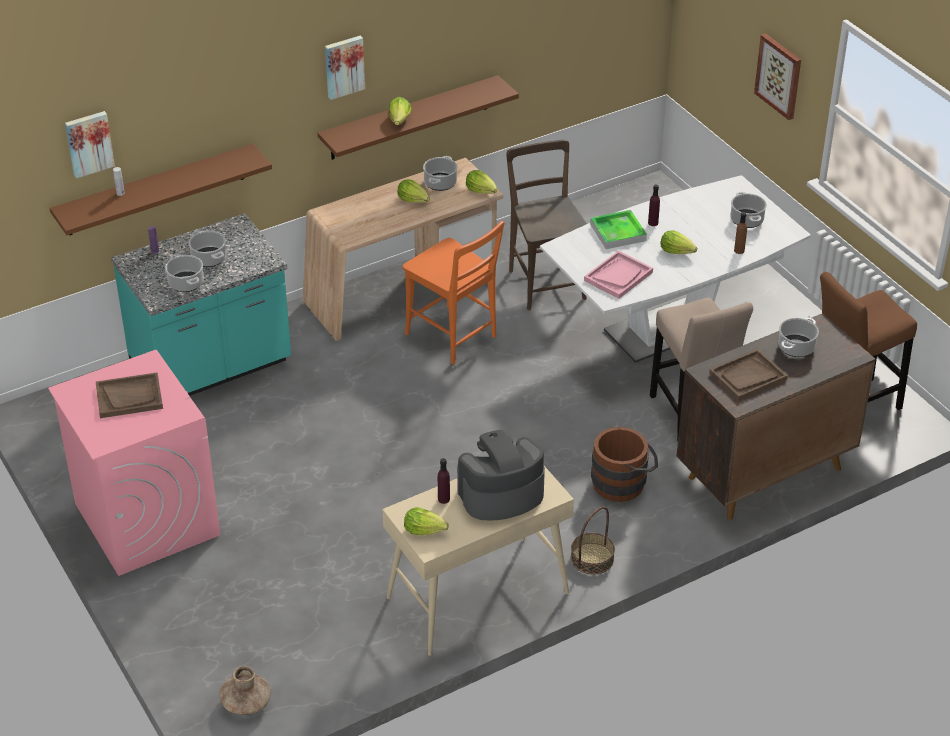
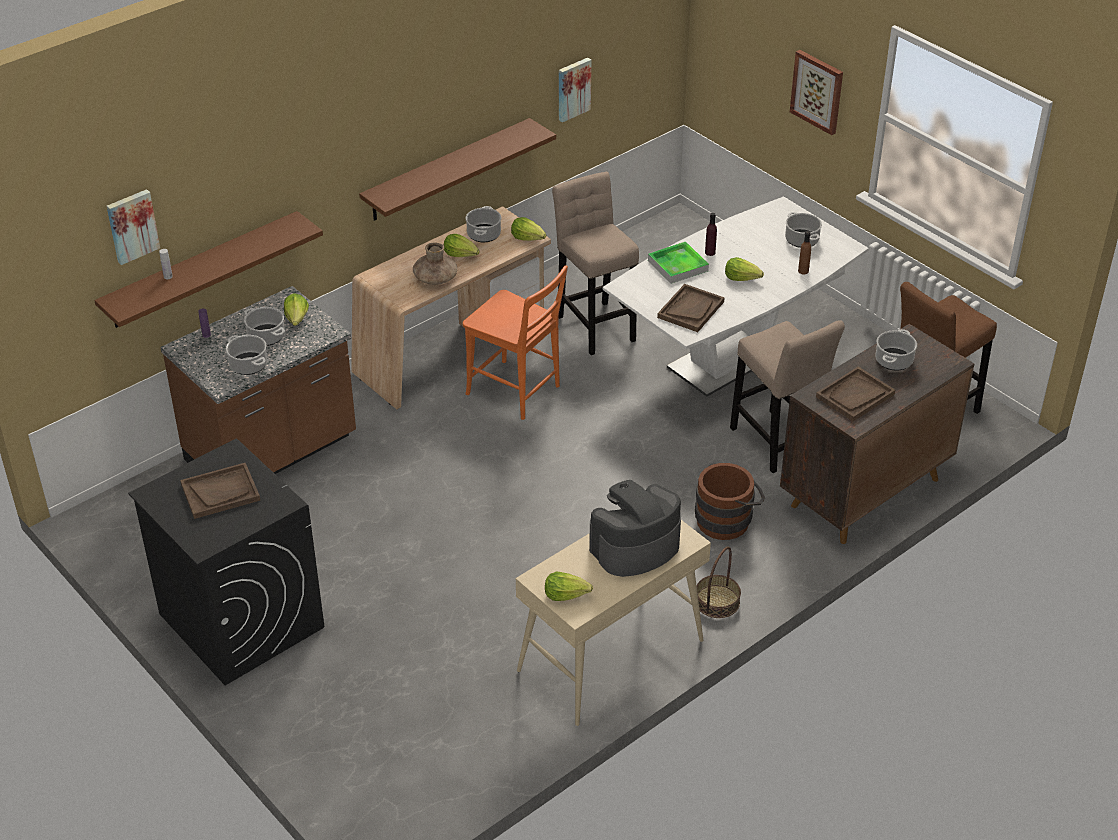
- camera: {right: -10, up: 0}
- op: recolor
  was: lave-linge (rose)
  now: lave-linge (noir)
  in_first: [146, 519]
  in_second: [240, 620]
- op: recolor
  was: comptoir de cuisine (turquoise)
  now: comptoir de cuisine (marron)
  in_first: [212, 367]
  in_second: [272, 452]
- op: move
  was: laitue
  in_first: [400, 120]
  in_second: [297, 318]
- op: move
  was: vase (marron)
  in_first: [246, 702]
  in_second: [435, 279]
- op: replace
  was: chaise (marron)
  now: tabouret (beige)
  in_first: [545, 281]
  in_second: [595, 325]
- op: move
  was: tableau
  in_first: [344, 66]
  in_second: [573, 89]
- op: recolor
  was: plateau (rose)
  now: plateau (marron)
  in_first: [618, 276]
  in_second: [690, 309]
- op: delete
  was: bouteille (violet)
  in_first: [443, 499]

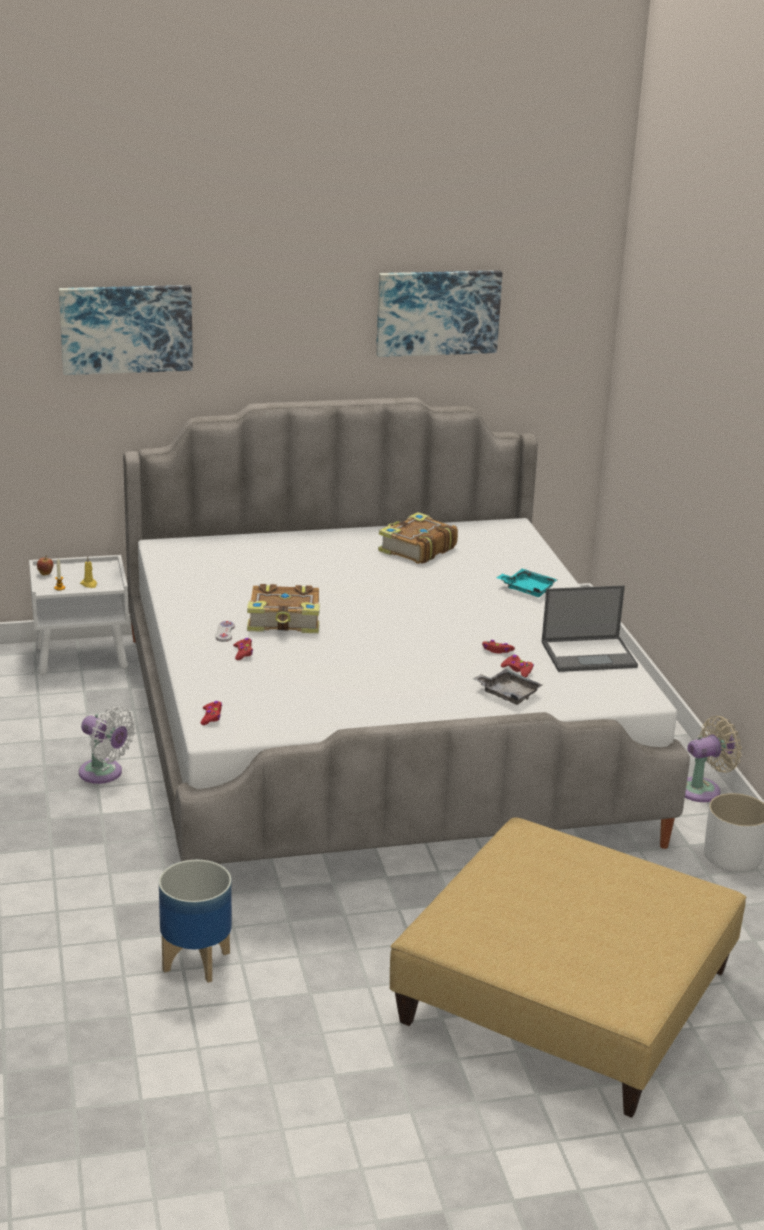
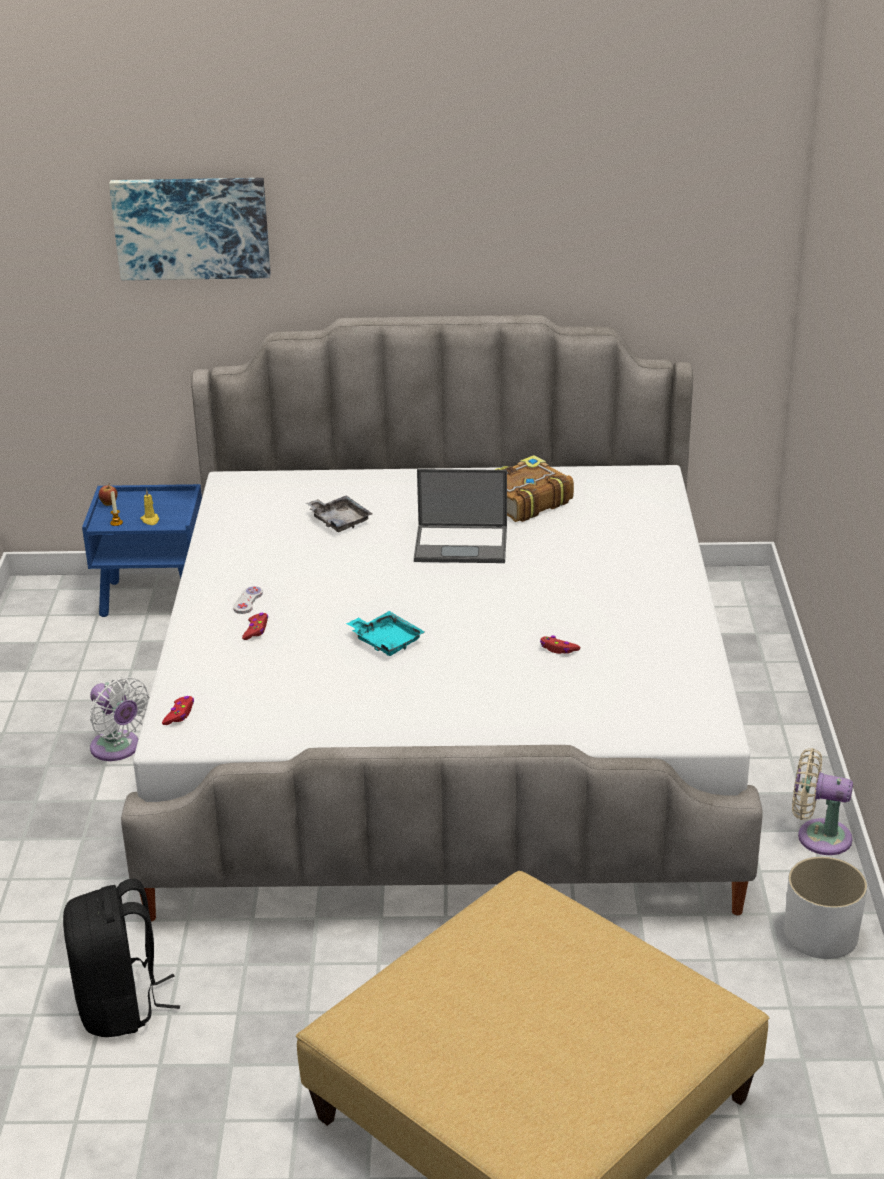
- camera: {right: 15, up: 5}
- op: replace
  was: cache-pot
  now: sac à dos (noir)
  in_first: [197, 961]
  in_second: [121, 1006]
- op: recolor
  was: table de chevet (blanc)
  now: table de chevet (bleu)
  in_first: [82, 657]
  in_second: [155, 598]
- op: move
  was: plateau (gris)
  in_first: [507, 693]
  in_second: [339, 521]
- op: move
  was: plateau (turquoise)
  in_first: [527, 589]
  in_second: [386, 641]
- op: move
  was: ordinateur portable
  in_first: [589, 654]
  in_second: [462, 544]
- op: rotate
  was: ventilateur (beige)
  in_first: [703, 789]
  in_second: [818, 836]
  clockwise: -150
- op: delete
  was: livre
  in_first: [285, 621]
- op: delete
  was: tableau
  in_first: [437, 312]
- op: delete
  was: manette (rouge)
  in_first: [518, 670]

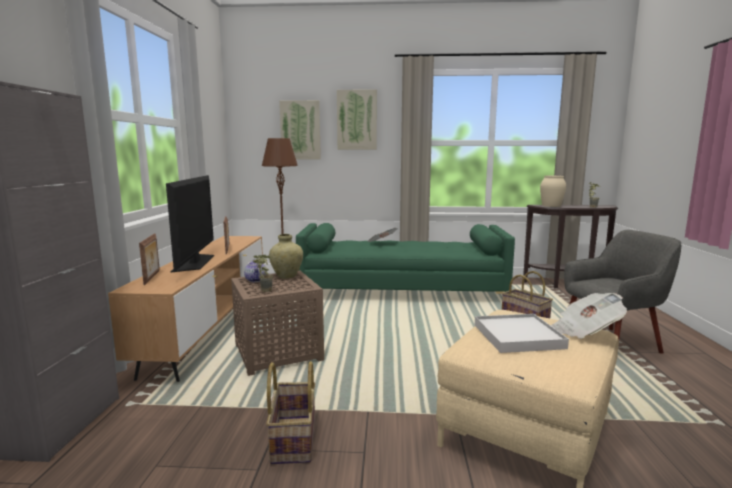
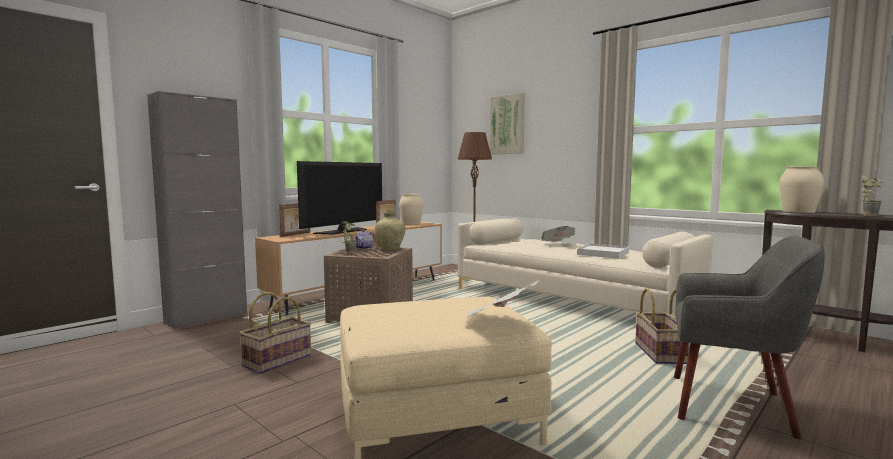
- camera: {right: 40, up: -5}
- op: insert
  now: vase (beige)
  in_second: [411, 224]
- op: recolor
  was: canapé (vert)
  now: canapé (beige)
  in_first: [402, 290]
  in_second: [571, 300]
- op: move
  was: plateau (blanc)
  in_first: [518, 336]
  in_second: [603, 253]
- op: delete
  was: tableau
  in_first: [357, 120]

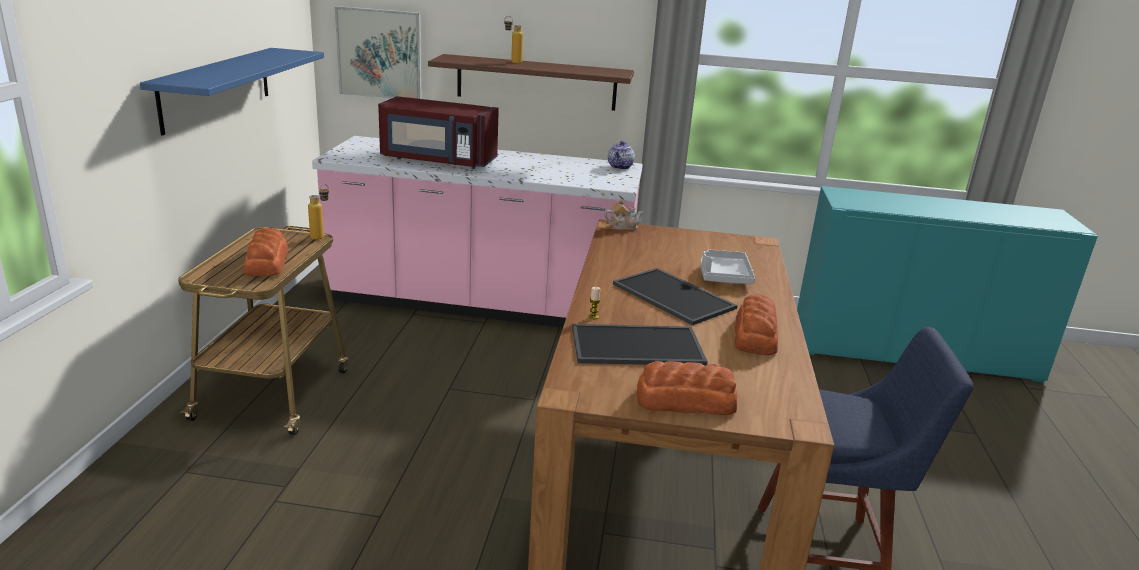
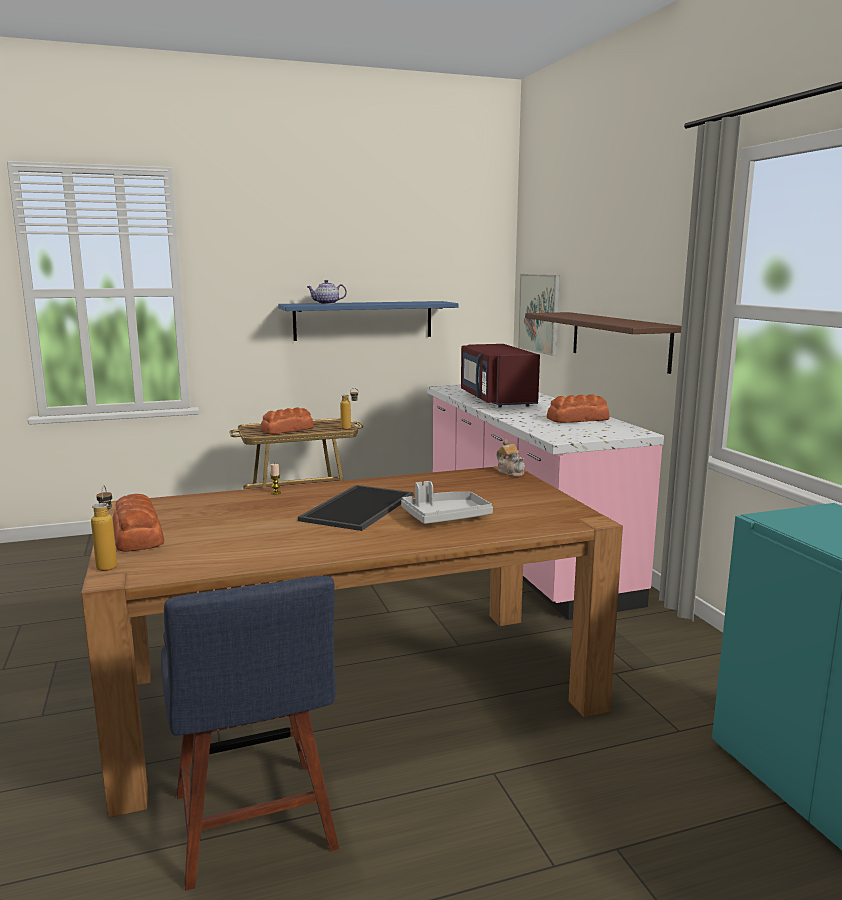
- camera: {right: 65, up: -10}
- op: move
  was: bouteille
  in_first: [512, 62]
  in_second: [108, 564]
- op: move
  was: théière
  in_first: [620, 167]
  in_second: [326, 303]
- op: move
  was: pain
  in_first: [756, 335]
  in_second: [578, 419]
- op: delete
  was: plateau
  in_first: [636, 347]

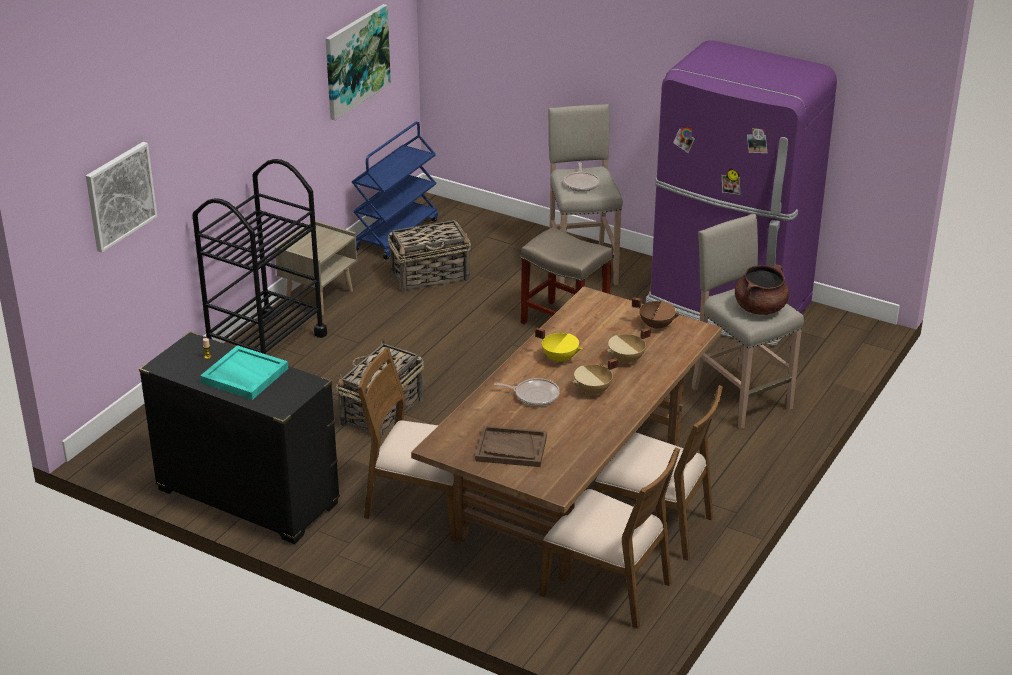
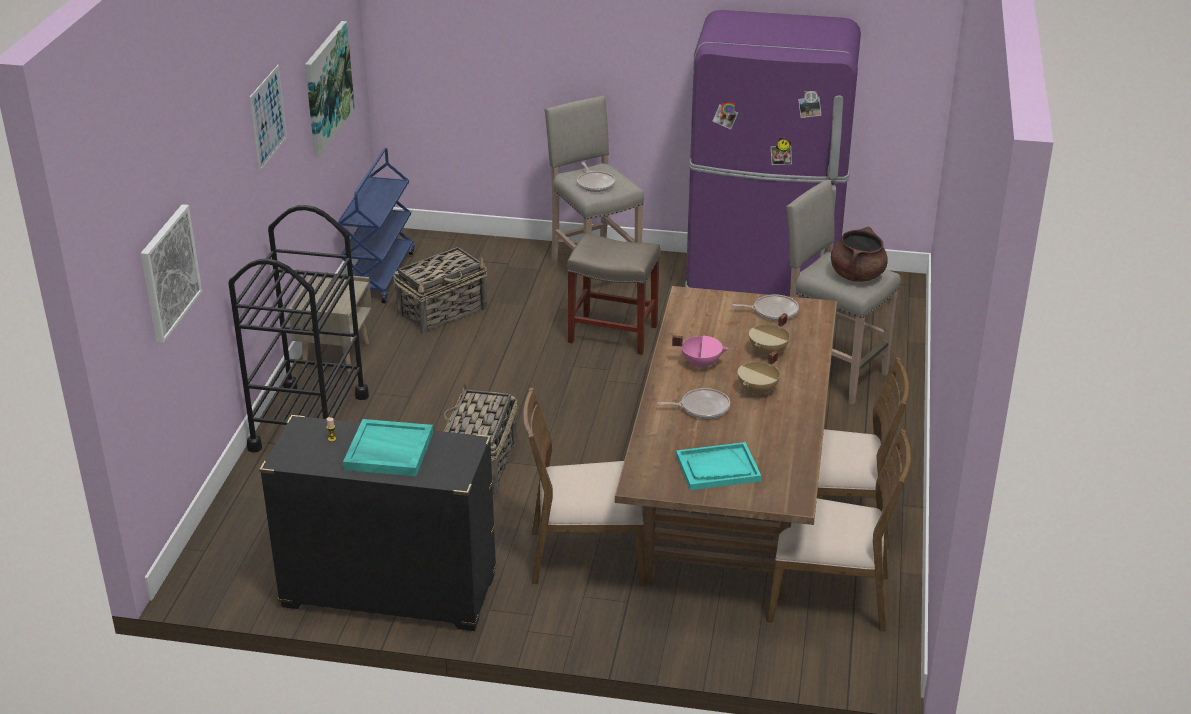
- camera: {right: -20, up: 0}
- op: insert
  now: tableau
  in_second: [268, 117]
- op: recolor
  was: marmite (jaune)
  now: marmite (rose)
  in_first: [560, 358]
  in_second: [701, 363]
- op: recolor
  was: plateau (marron)
  now: plateau (turquoise)
  in_first: [511, 448]
  in_second: [717, 468]
- op: replace
  was: marmite (marron)
  now: poêle
  in_first: [656, 325]
  in_second: [773, 311]

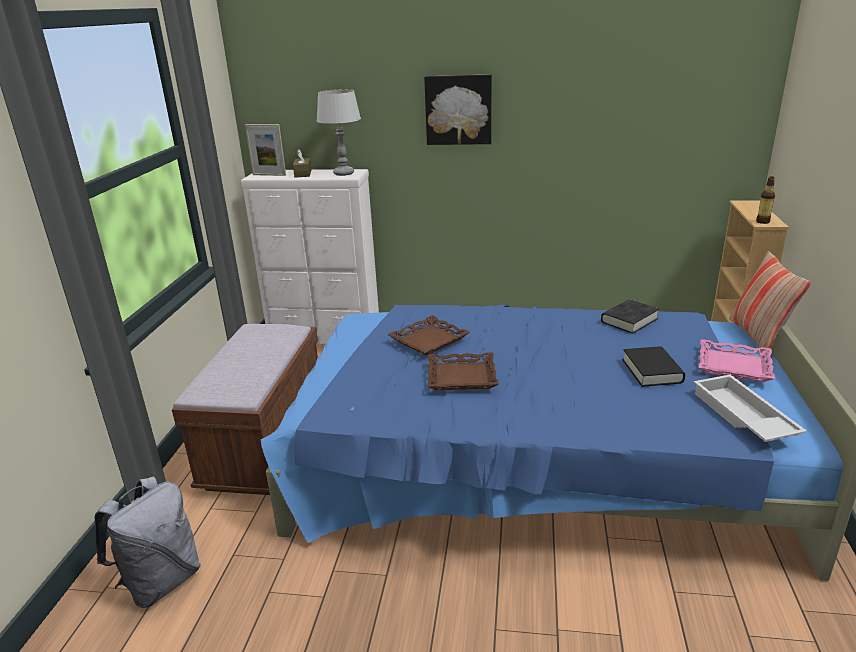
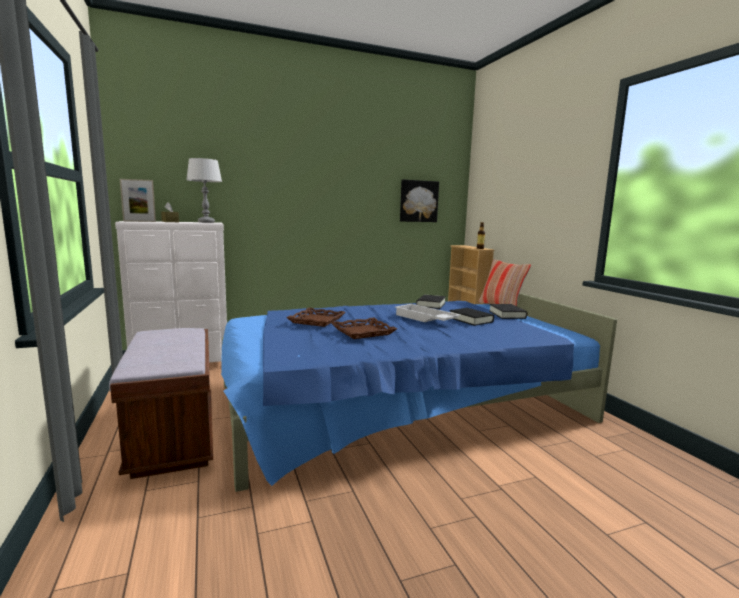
- camera: {right: -30, up: -15}
- op: move
  was: plateau (blanc)
  in_first: [741, 416]
  in_second: [424, 319]
- op: move
  was: tableau
  in_first: [458, 110]
  in_second: [418, 201]
- op: replace
  was: plateau (rose)
  now: livre (noir)
  in_first: [734, 365]
  in_second: [507, 314]
- op: delete
  was: sac à dos (gris)
  in_first: [161, 581]

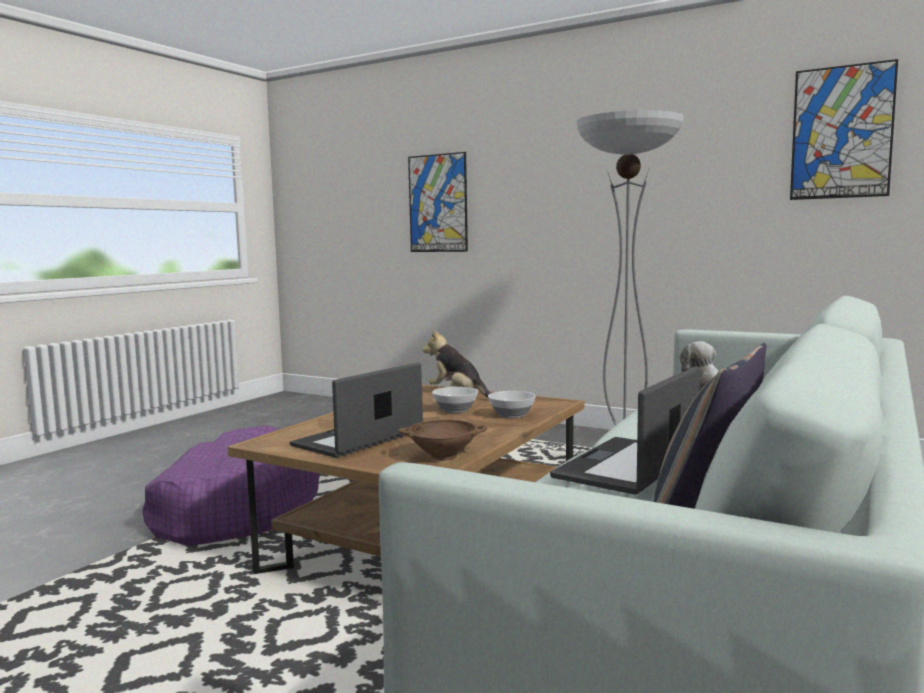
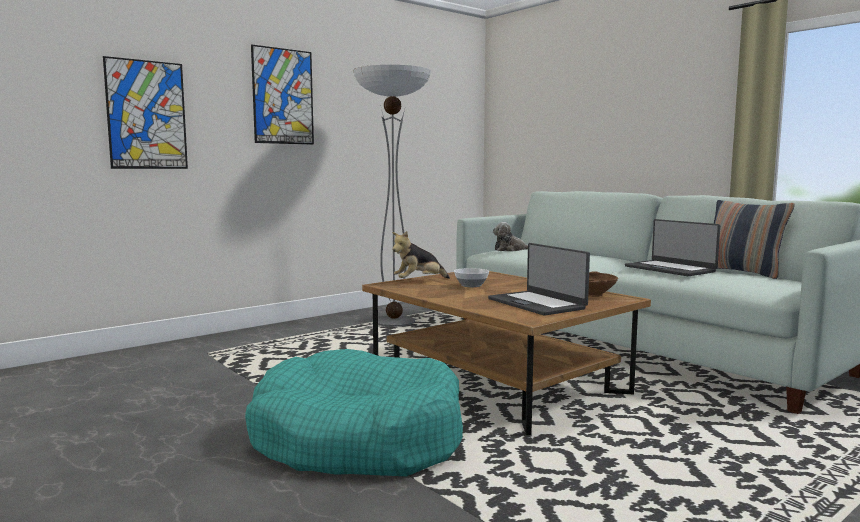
- camera: {right: -70, up: 0}
- op: recolor
  was: panier pour chien (violet)
  now: panier pour chien (turquoise)
  in_first: [235, 508]
  in_second: [357, 439]
- op: move
  was: tableau
  in_first: [841, 132]
  in_second: [283, 96]
- op: delete
  was: bol
  in_first: [511, 415]

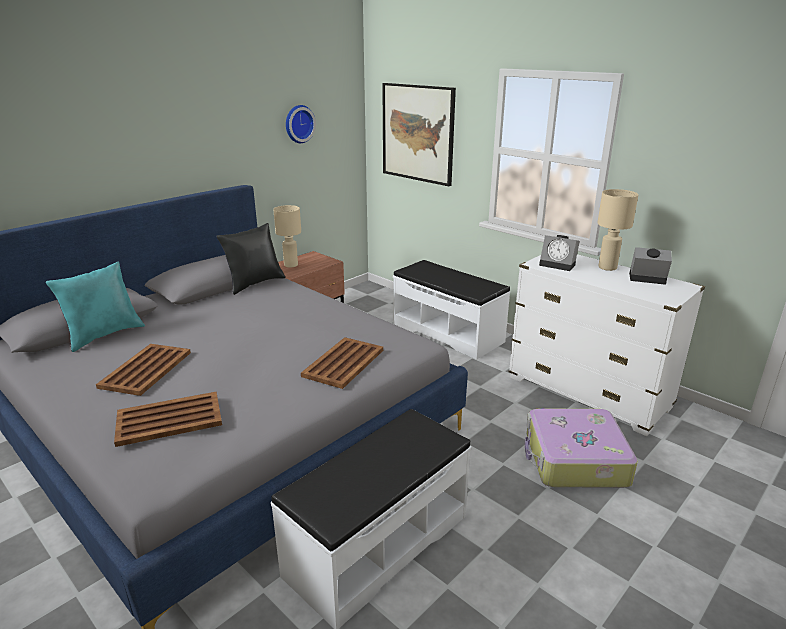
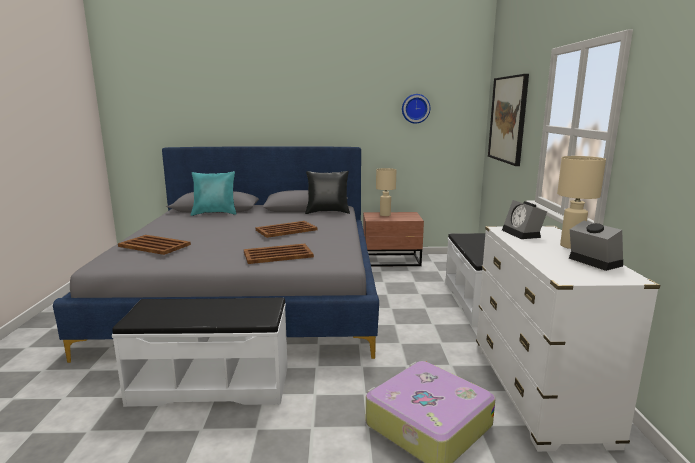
- camera: {right: 45, up: -10}
- op: move
  was: plateau (marron)
  in_first: [145, 370]
  in_second: [286, 230]

